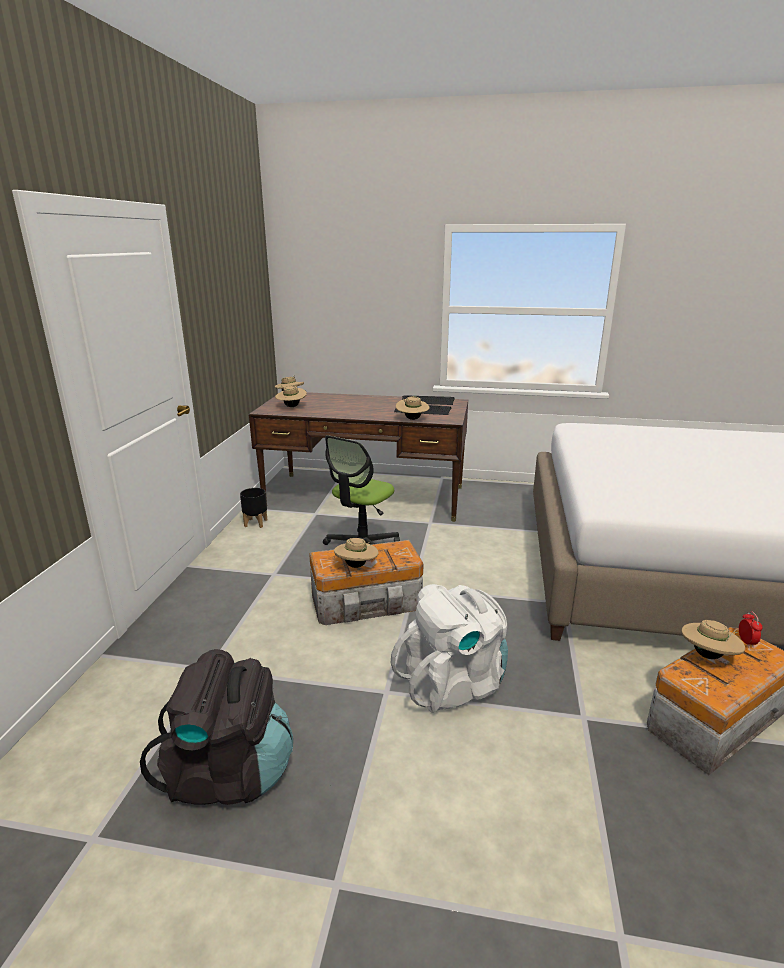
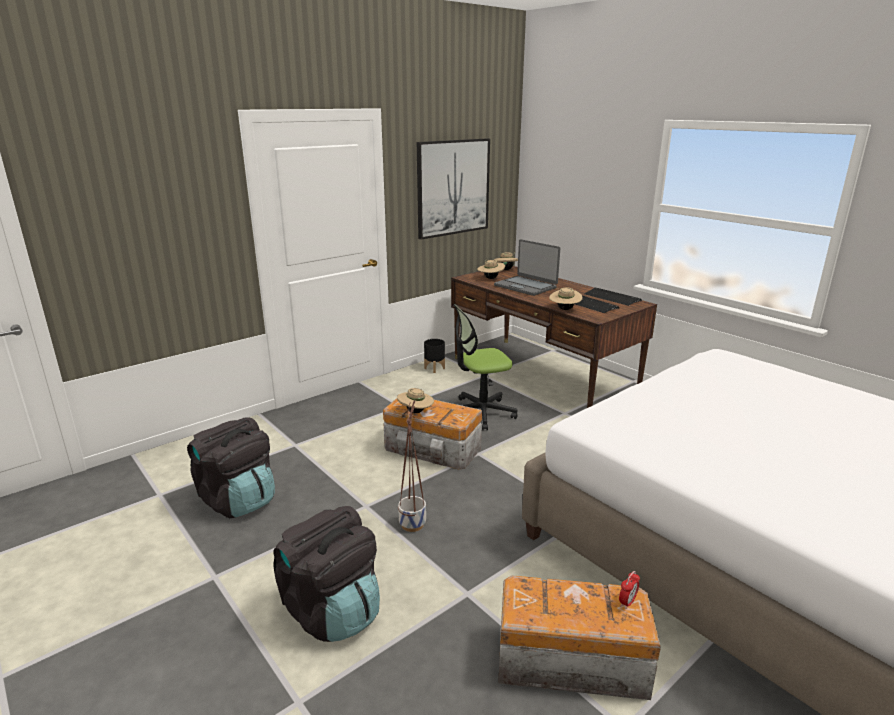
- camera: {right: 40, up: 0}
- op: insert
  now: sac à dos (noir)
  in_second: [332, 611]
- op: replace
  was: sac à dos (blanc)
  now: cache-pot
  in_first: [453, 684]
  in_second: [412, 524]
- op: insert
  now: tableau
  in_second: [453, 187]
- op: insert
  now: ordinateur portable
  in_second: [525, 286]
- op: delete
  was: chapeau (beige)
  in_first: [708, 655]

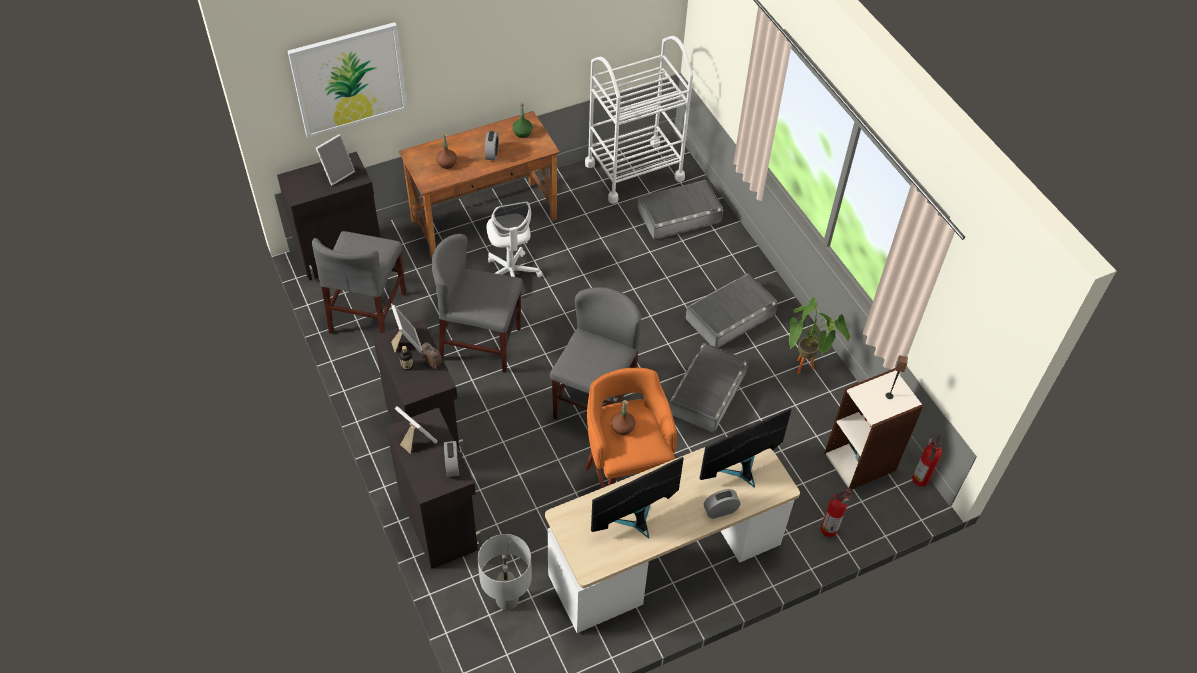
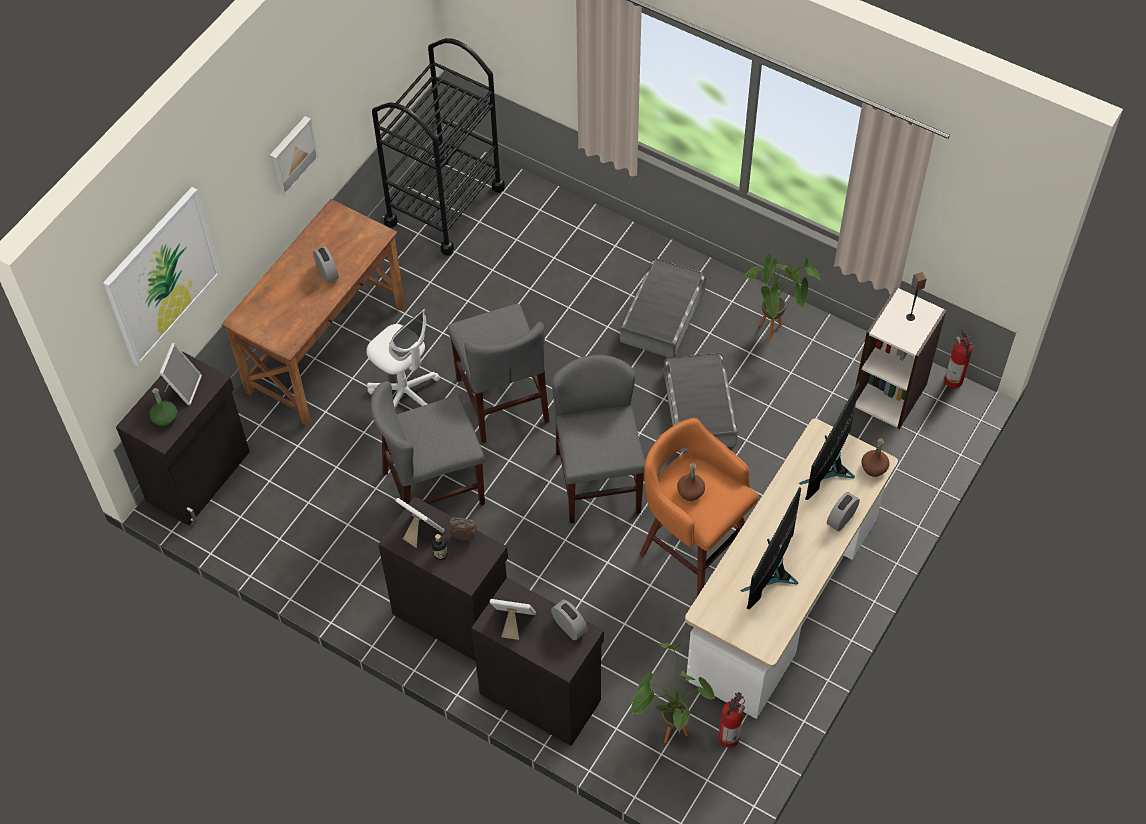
- camera: {right: -30, up: 5}
- op: move
  was: bouteille (vert)
  in_first: [522, 132]
  in_second: [165, 418]
- op: insert
  now: tableau
  in_second: [291, 154]
- op: recolor
  was: chariot (blanc)
  now: chariot (noir)
  in_first: [634, 171]
  in_second: [444, 205]
- op: move
  was: chaise (gris)
  in_first: [368, 312]
  in_second: [502, 400]
- op: replace
  was: lampe de table (gris)
  now: plante en pot
  in_first: [507, 600]
  in_second: [667, 730]
- op: move
  was: extincteur
  in_first: [830, 529]
  in_second: [729, 736]
- op: move
  was: bouteille (marron)
  in_first: [447, 163]
  in_second: [874, 468]
- op: delete
  was: boîte de rangement (gris)
  in_first: [679, 215]

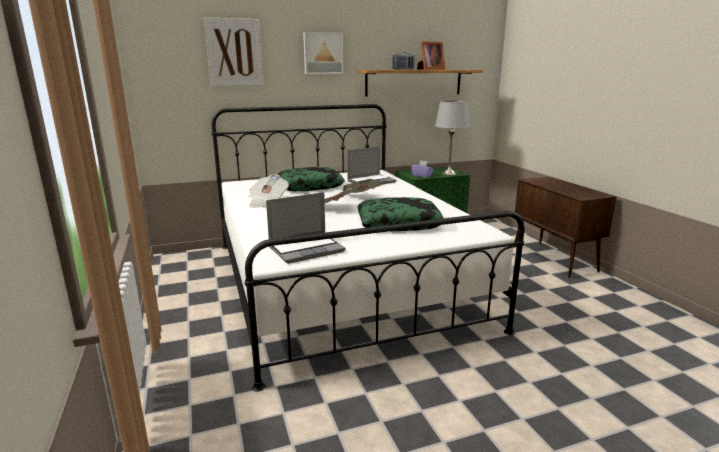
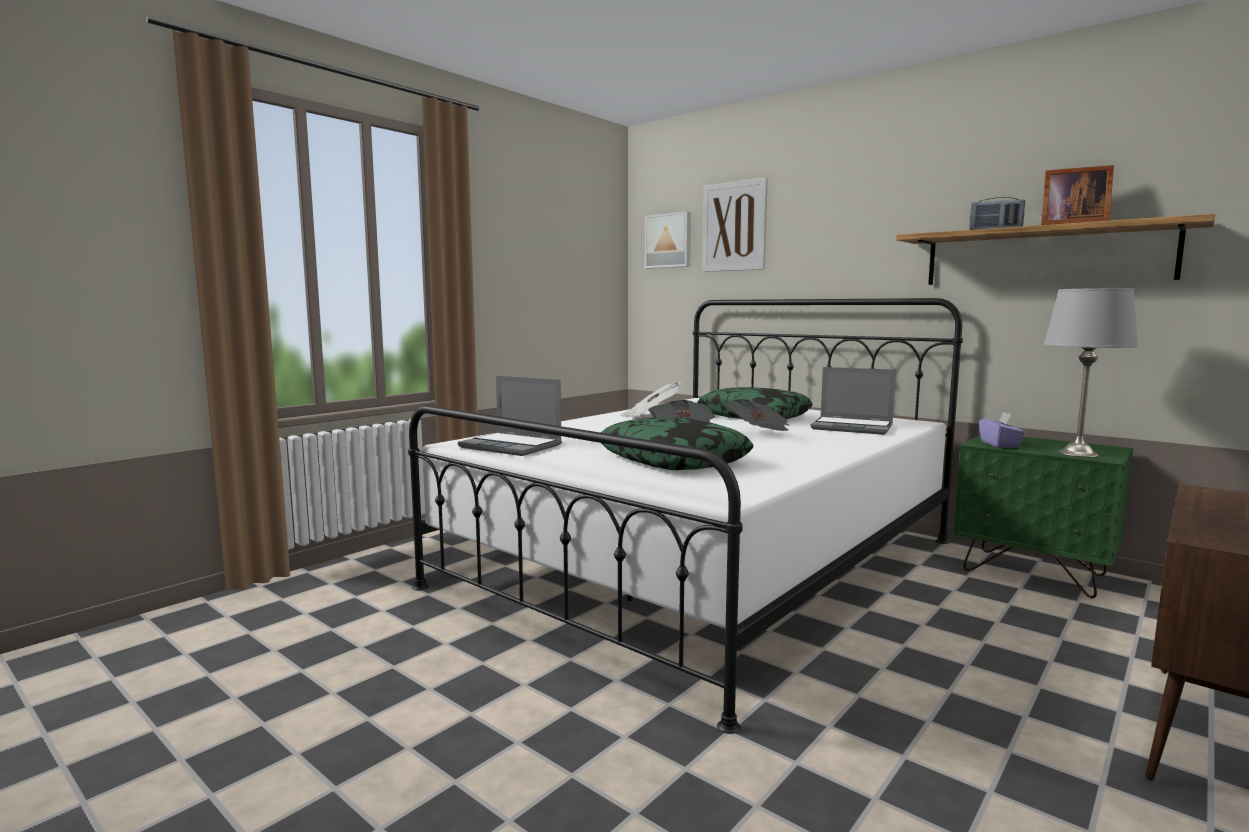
- camera: {right: 60, up: -10}
- op: move
  was: tableau
  in_first: [323, 53]
  in_second: [669, 241]

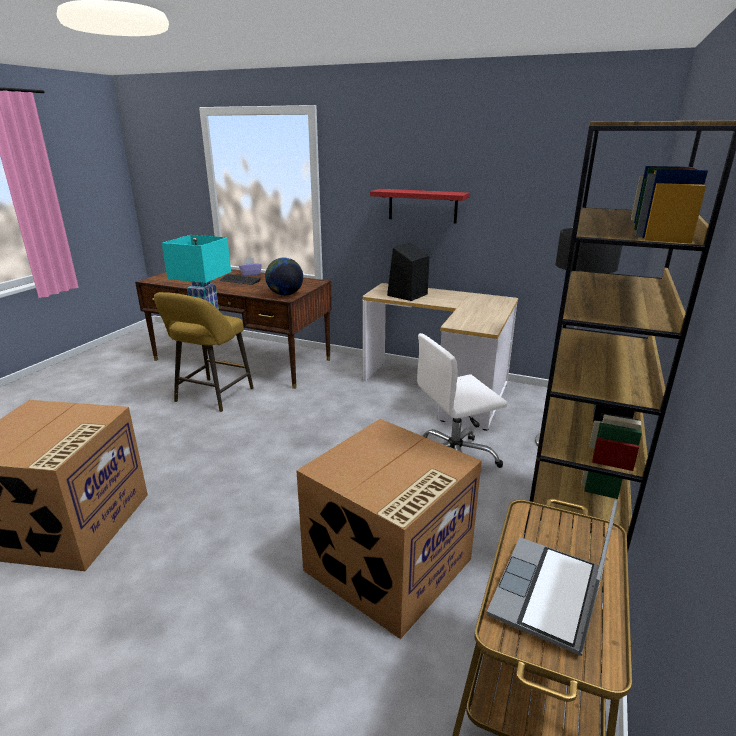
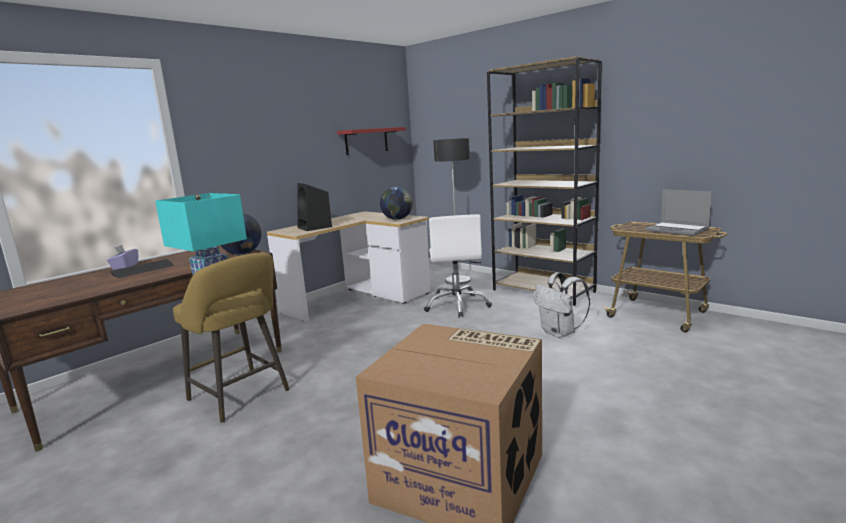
- camera: {right: -70, up: -10}
- op: move
  was: étagère (rouge)
  in_first: [422, 206]
  in_second: [366, 141]
- op: insert
  now: globe
  in_second: [397, 219]
- op: replace
  was: carton
  now: sac à dos (blanc)
  in_first: [388, 567]
  in_second: [560, 333]

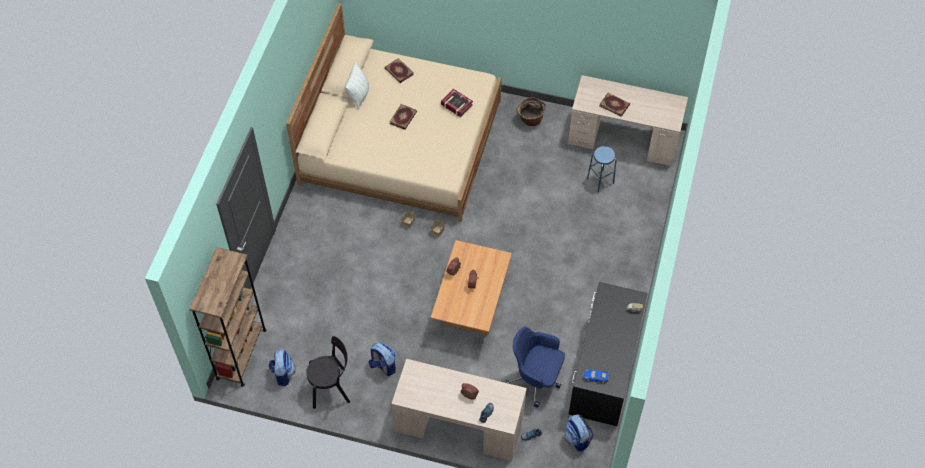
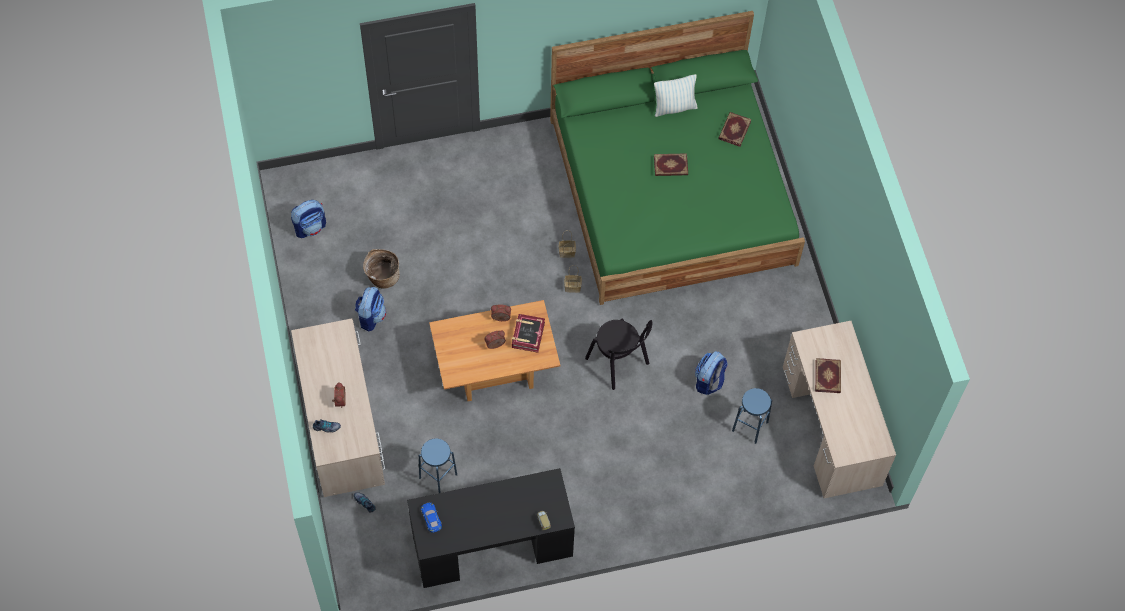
- camera: {right: 60, up: 5}
- op: move
  was: panier
  in_first: [530, 120]
  in_second: [382, 277]
- op: replace
  was: chaise de bureau (bleu)
  now: tabouret (bleu)
  in_first: [536, 378]
  in_second: [438, 476]
- op: move
  was: livre
  in_first: [456, 105]
  in_second: [527, 335]
- op: recolor
  was: lit (beige)
  now: lit (vert)
  in_first: [400, 141]
  in_second: [672, 191]
- op: move
  was: chaise (noir)
  in_first: [331, 388]
  in_second: [619, 363]
- op: move
  was: sac à dos
  in_first: [577, 439]
  in_second: [709, 381]
- op: delete
  was: bibliothèque (marron)
  in_first: [241, 354]

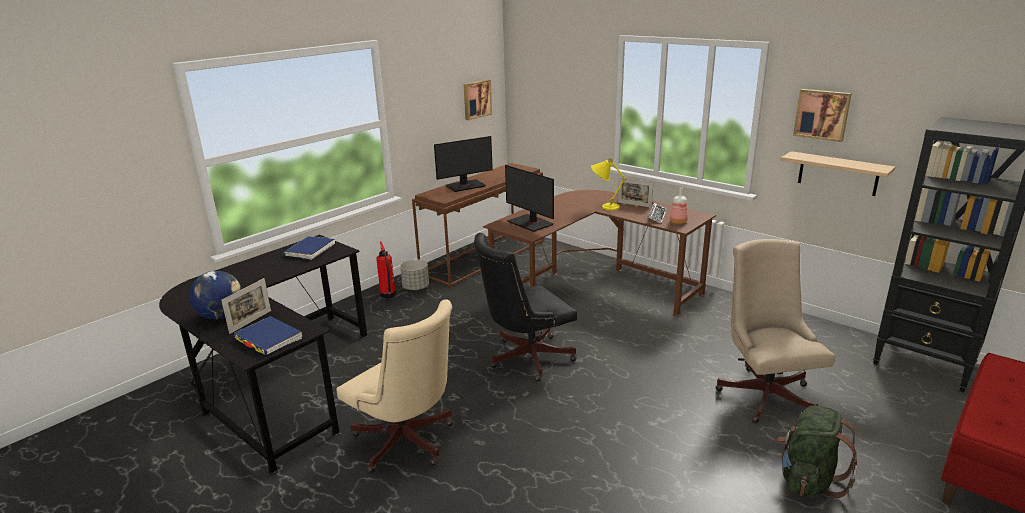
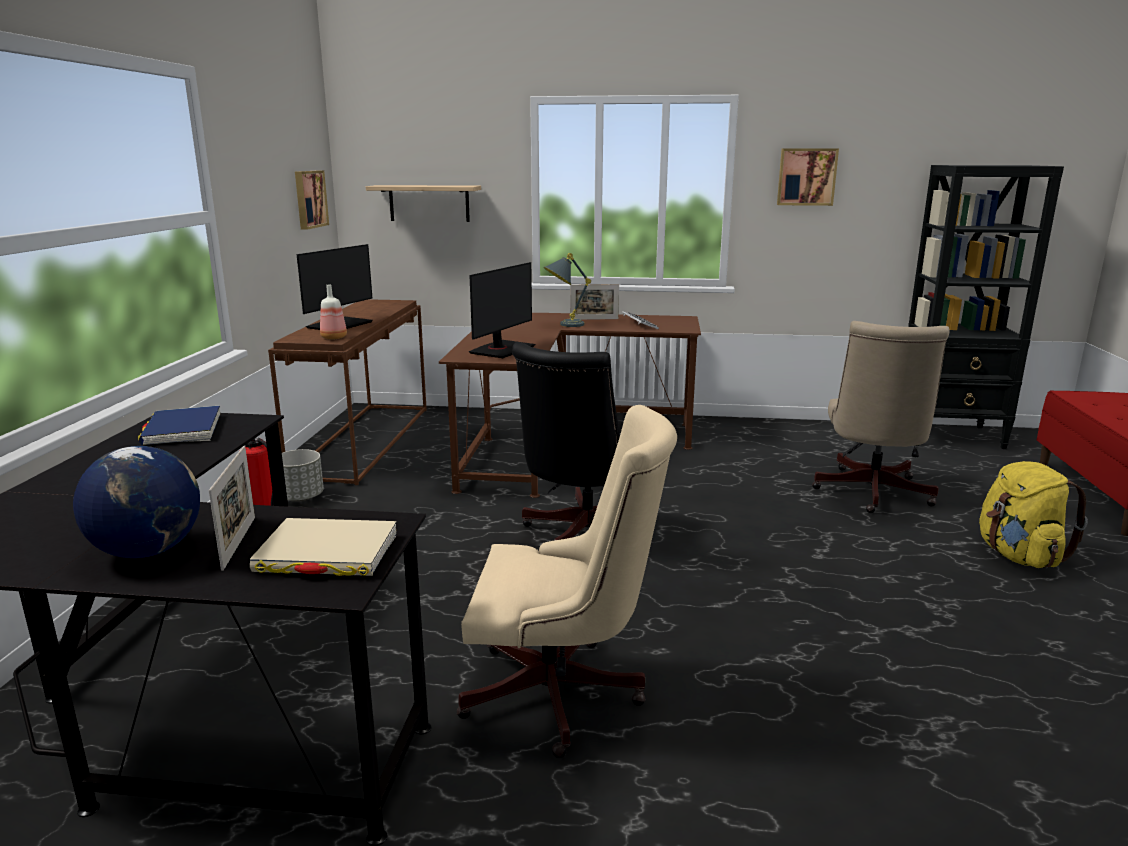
- camera: {right: -35, up: -5}
- op: recolor
  was: livre (bleu)
  now: livre (beige)
  in_first: [268, 338]
  in_second: [327, 554]
- op: move
  was: bouteille
  in_first: [678, 222]
  in_second: [335, 338]
- op: move
  was: étagère
  in_first: [838, 173]
  in_second: [429, 203]
- op: rotate
  was: écran d'ordinateur
  in_first: [530, 223]
  in_second: [501, 349]
  clockwise: -75
- op: recolor
  was: lampe de table (jaune)
  now: lampe de table (gris)
  in_first: [604, 207]
  in_second: [563, 325]
- op: rotate
  was: chaise de bureau (beige)
  in_first: [764, 392]
  in_second: [871, 494]
  clockwise: -120
- op: recolor
  was: sac à dos (vert)
  now: sac à dos (jaune)
  in_first: [808, 480]
  in_second: [1018, 556]

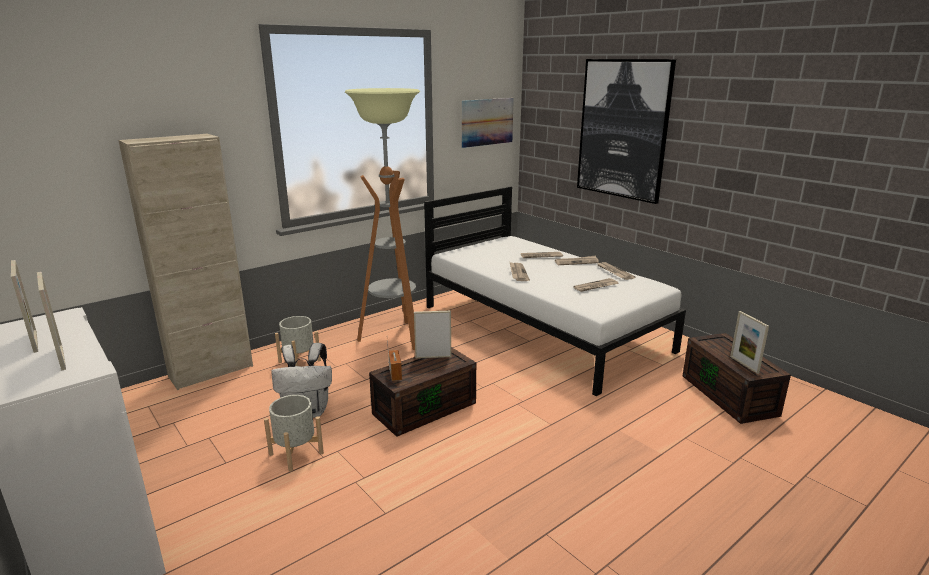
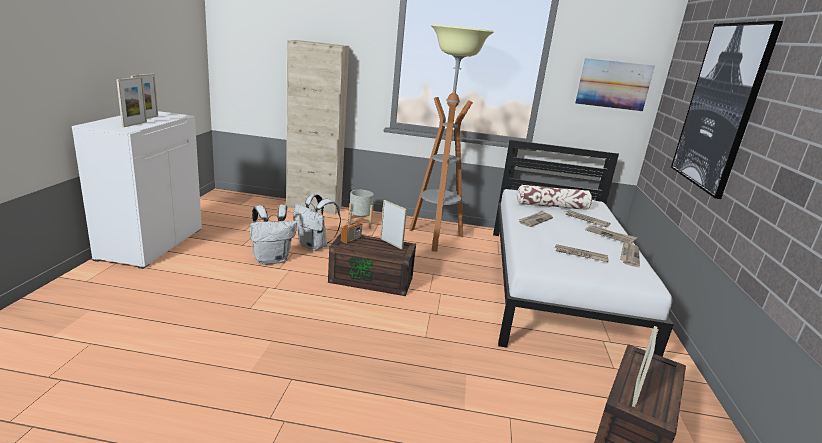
- camera: {right: 45, up: 0}
- op: replace
  was: cache-pot (gris)
  now: sac à dos (blanc)
  in_first: [296, 454]
  in_second: [272, 259]
- op: insert
  now: coussin
  in_second: [552, 206]

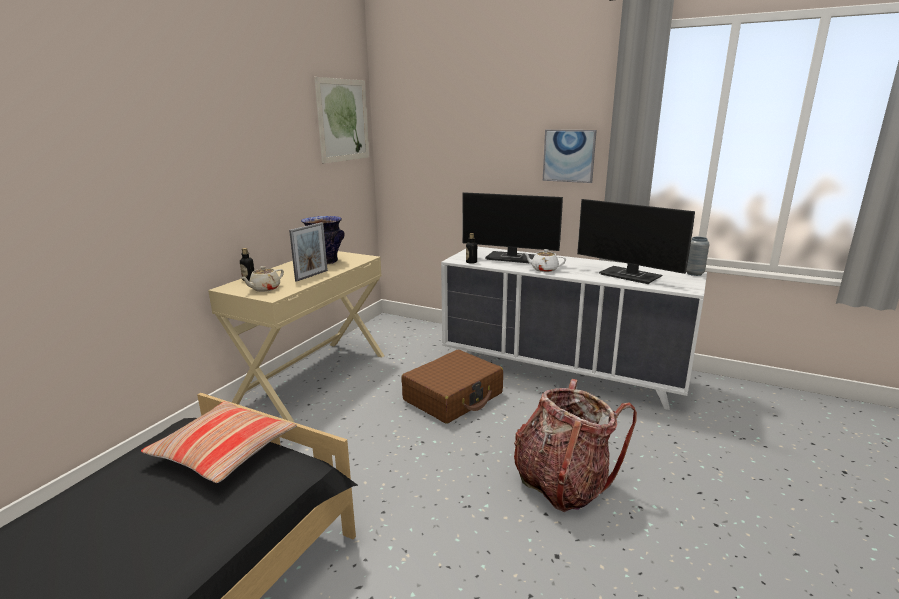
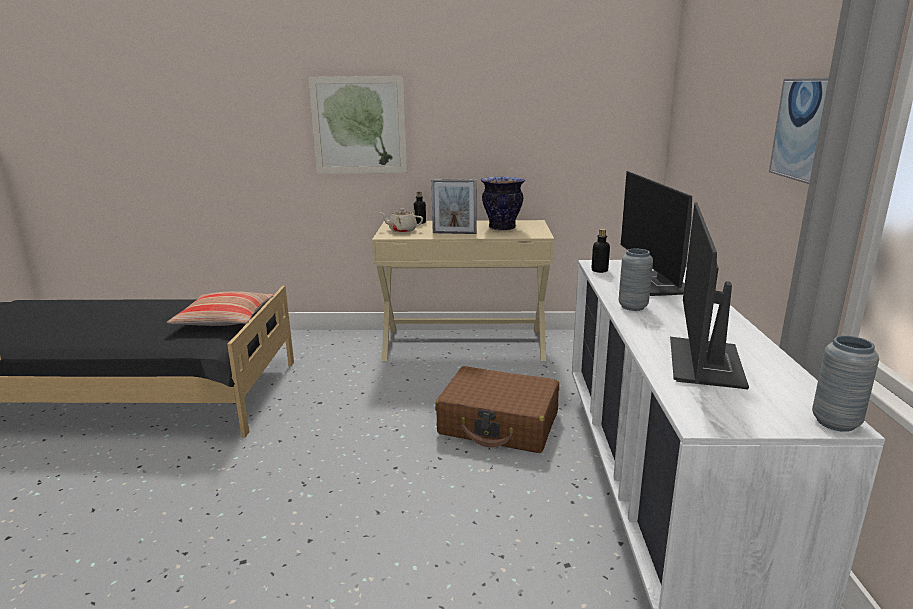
- camera: {right: 65, up: 0}
- op: move
  was: tableau
  in_first: [343, 120]
  in_second: [359, 125]
- op: replace
  was: théière (blanc)
  now: vase (gris)
  in_first: [544, 269]
  in_second: [633, 307]
- op: delete
  was: sac à dos
  in_first: [563, 483]

